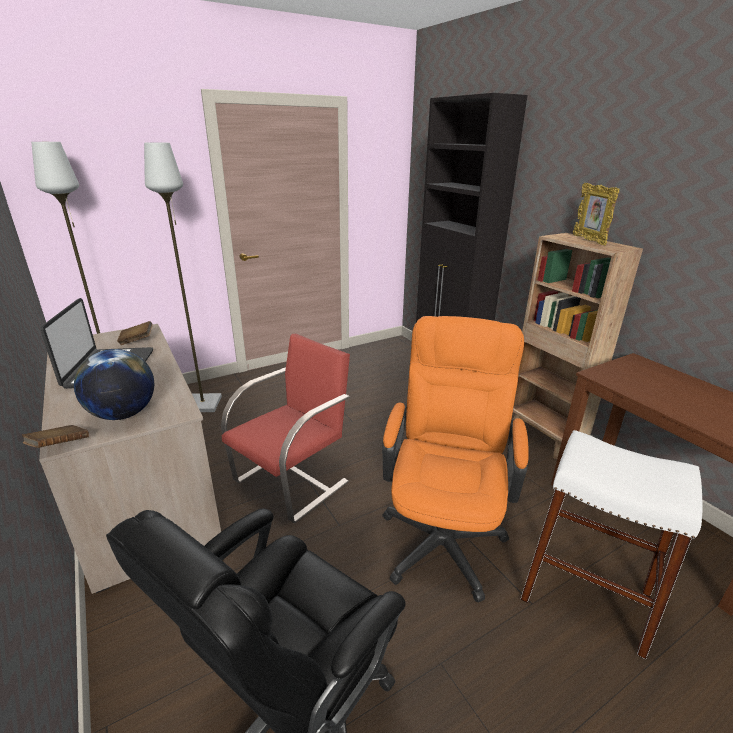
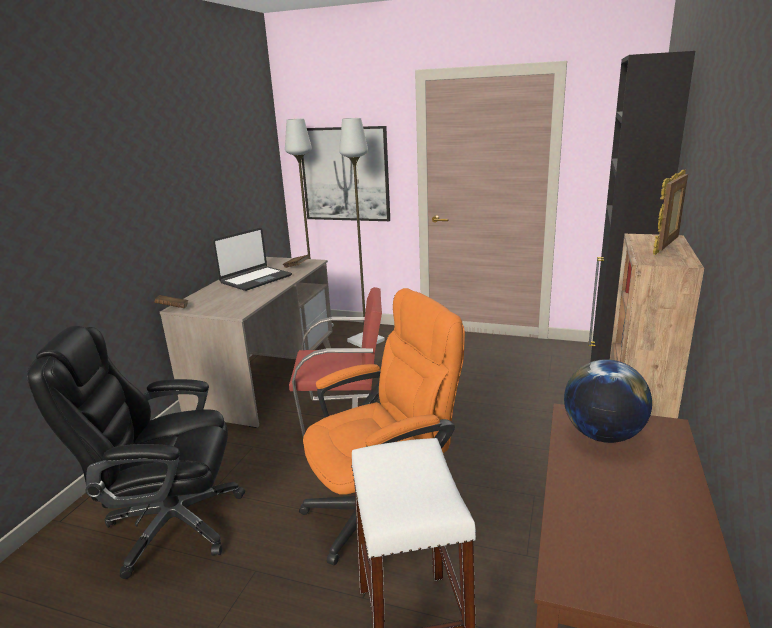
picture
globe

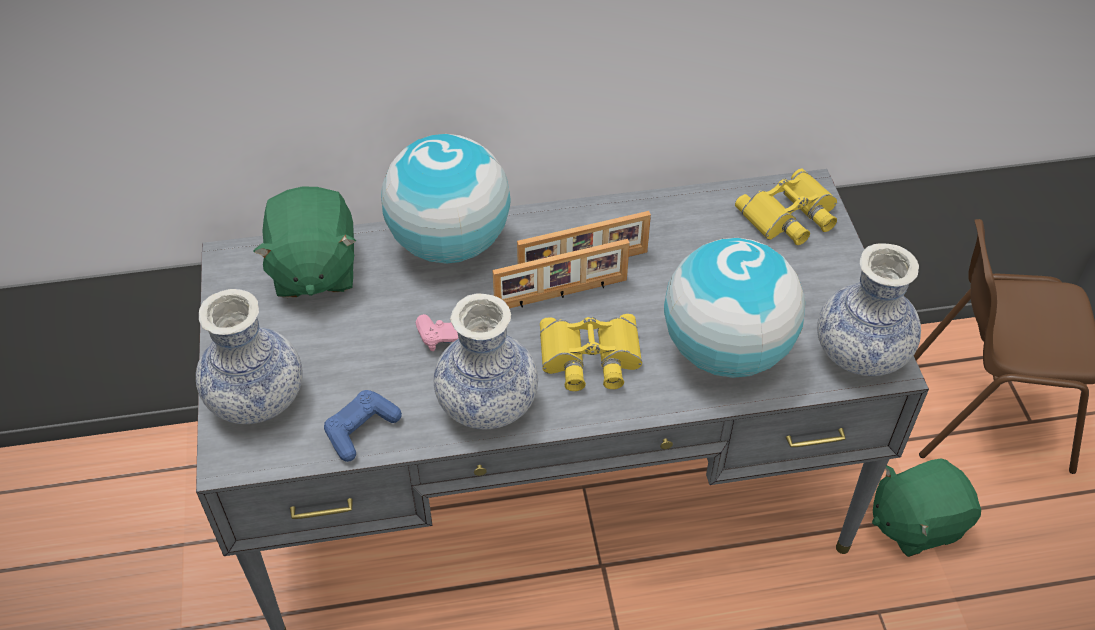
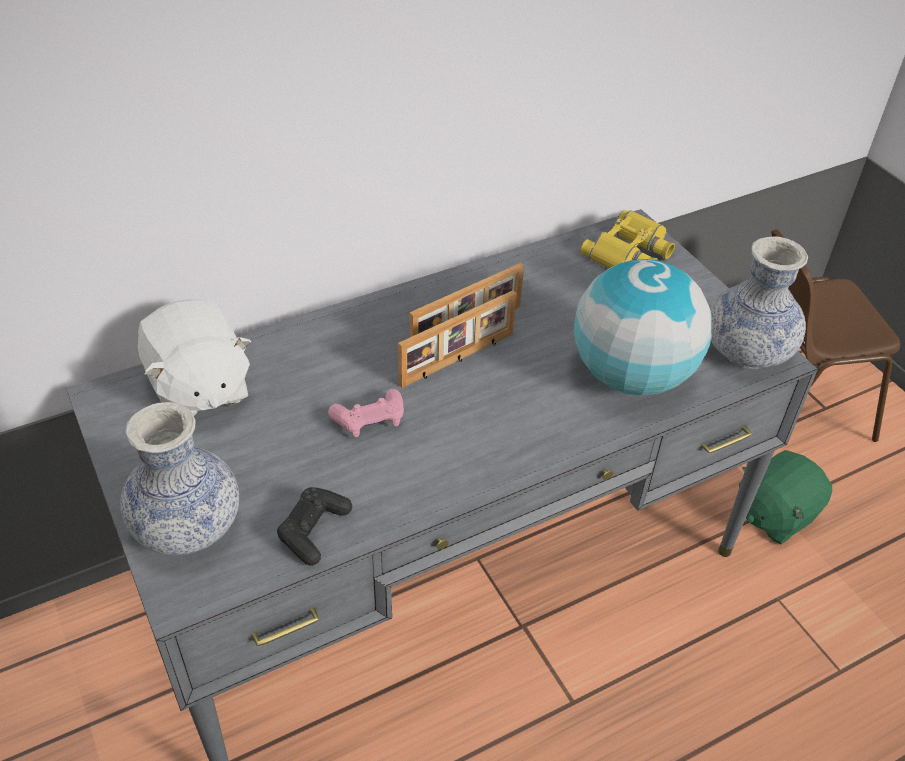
globe (1st from left in the first image)
vase (2nd from left in the first image)
binoculars (yellow) (1st from left in the first image)
plush toy (white)
game controller (black)

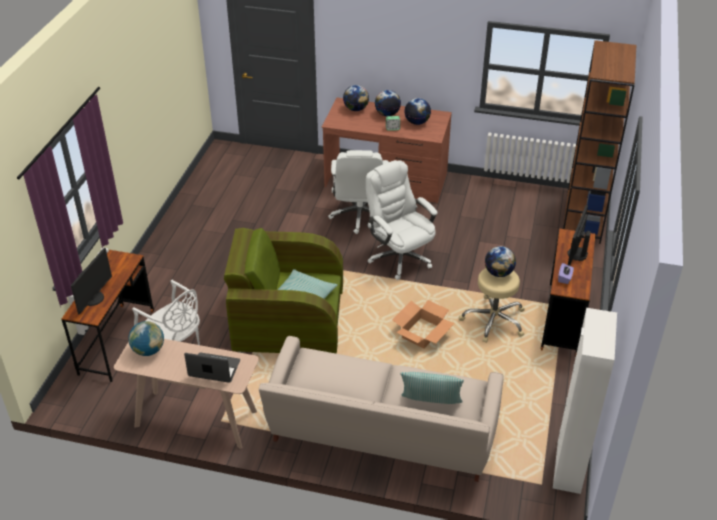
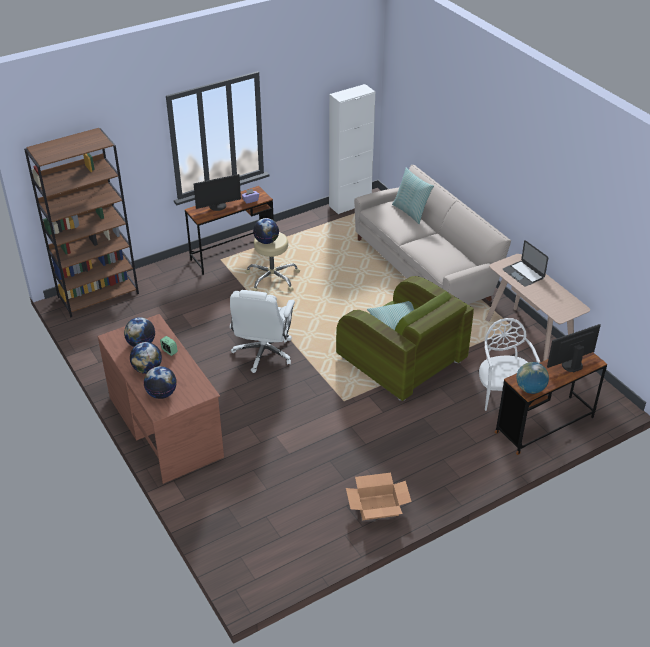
office chair (white) (1st from left in the first image)
globe (5th from left)
cardboard box

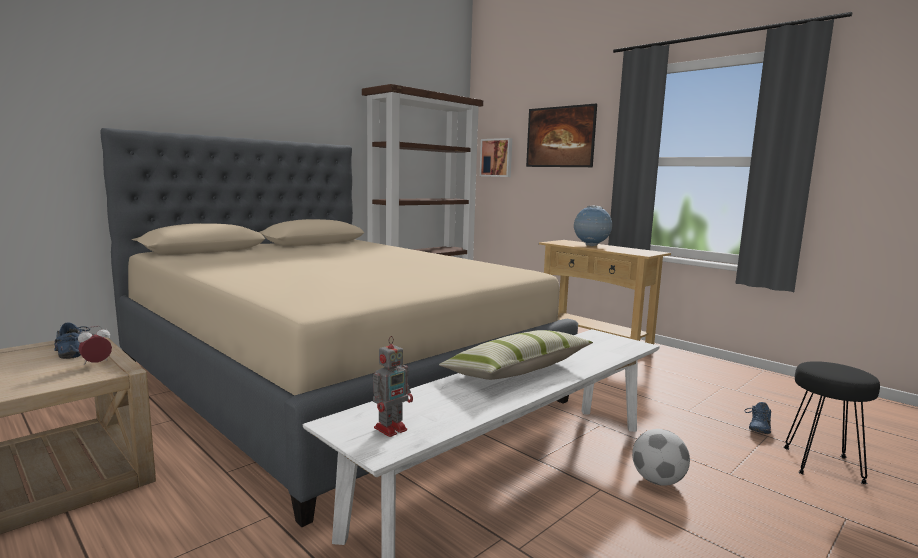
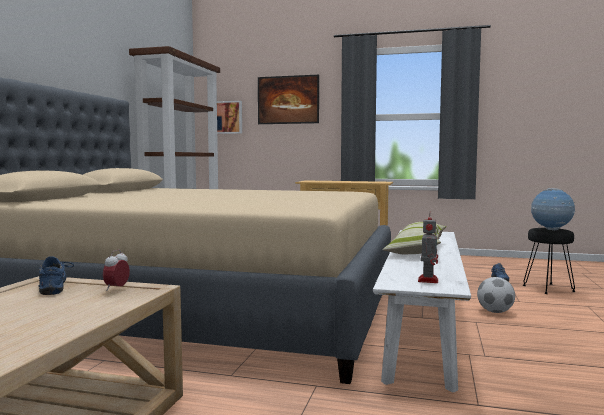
globe
shoe (blue) (1st from left)

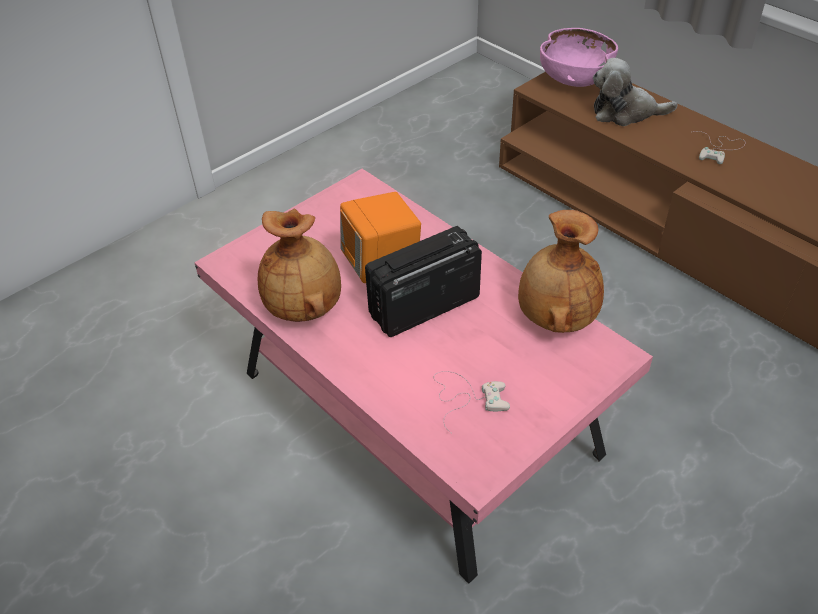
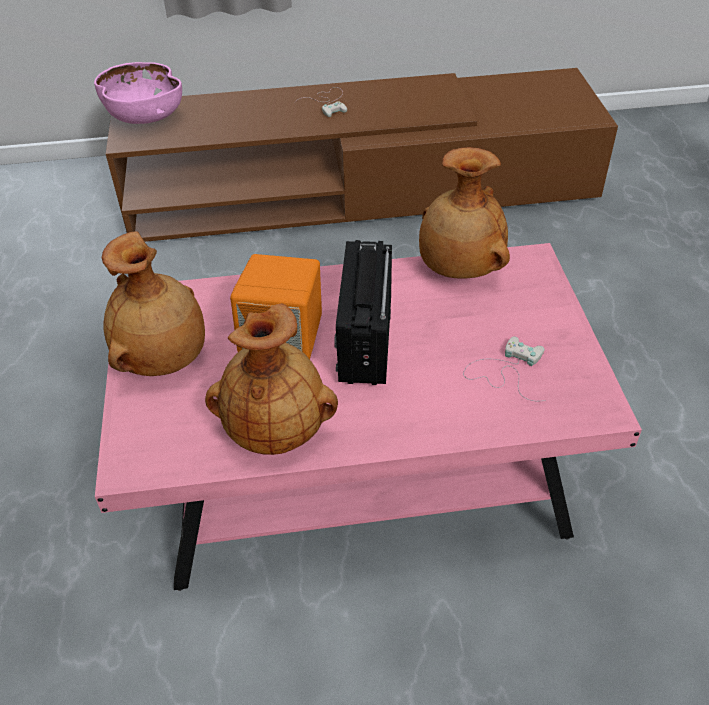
plush toy
vase (brown) (1st from left)

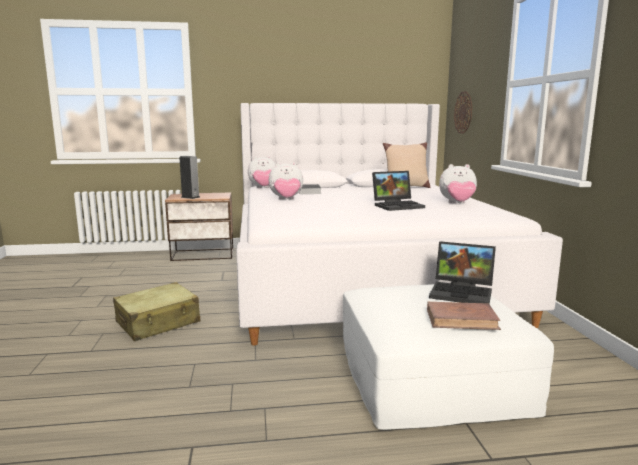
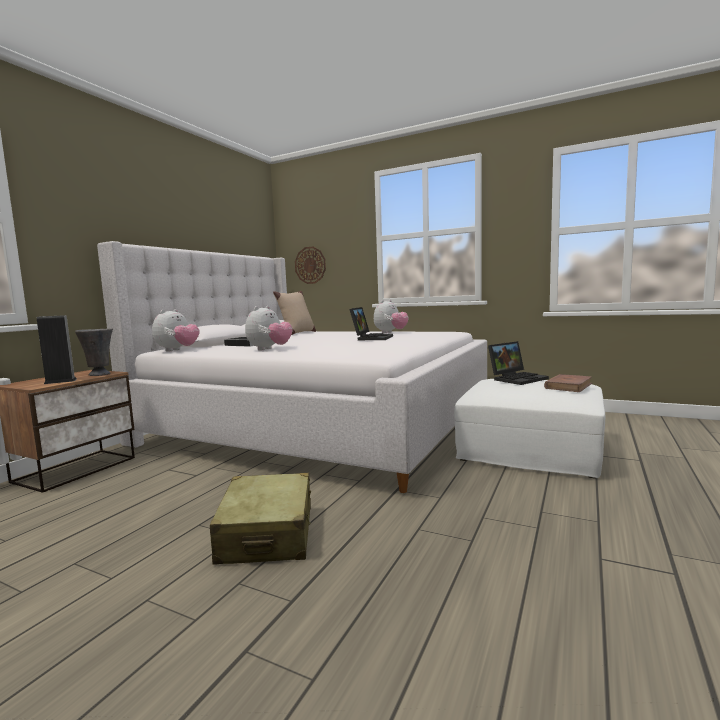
vase (grey)

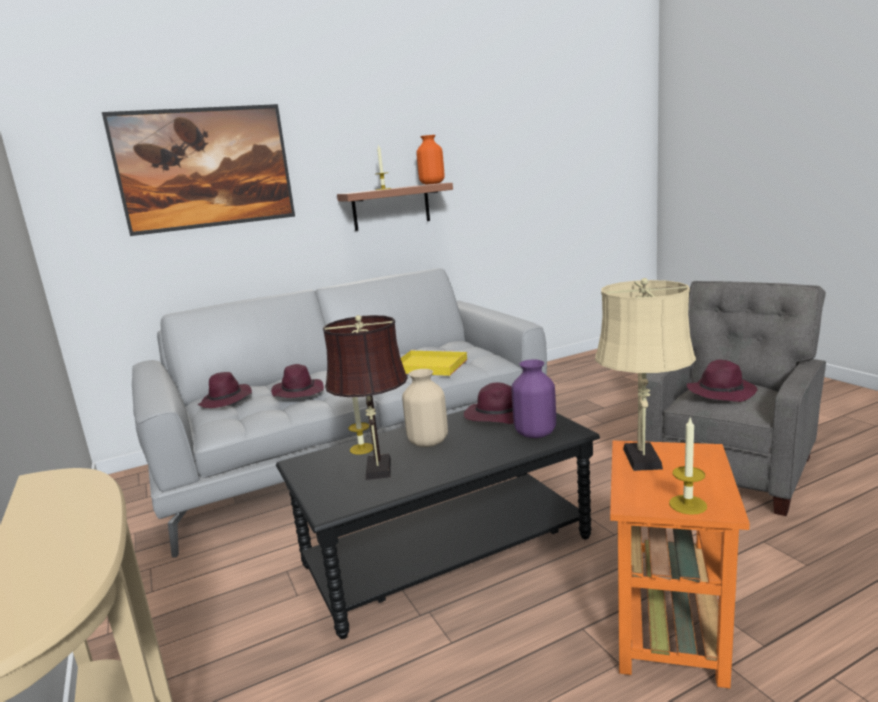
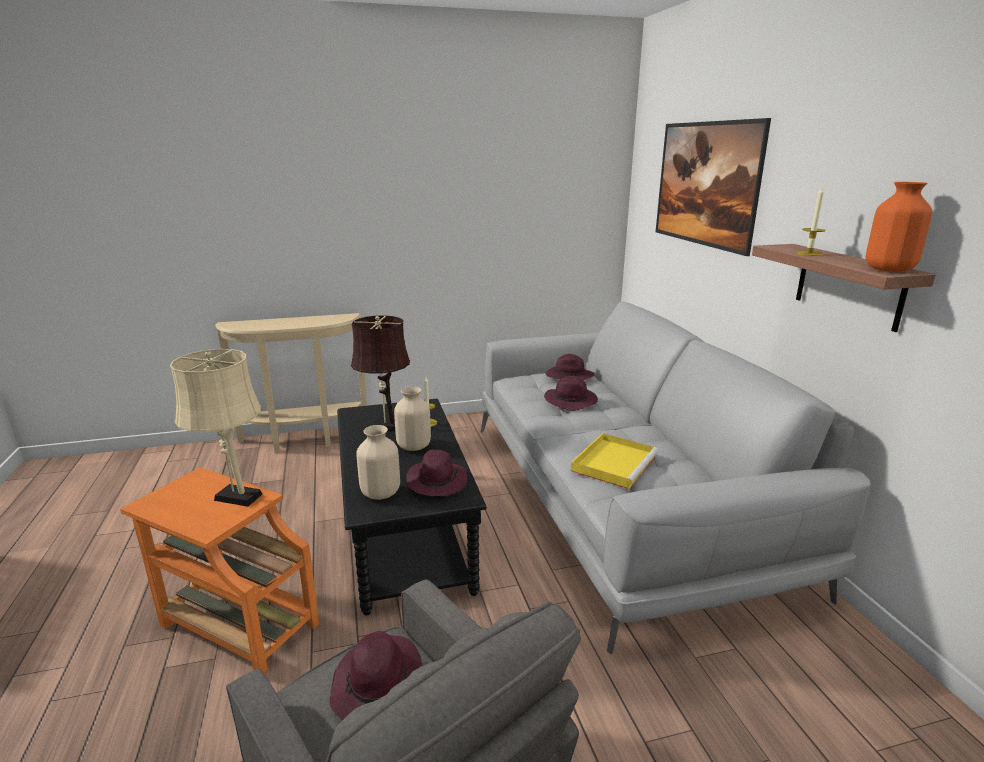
candle (3rd from left in the first image)
vase (beige) (1st from left)

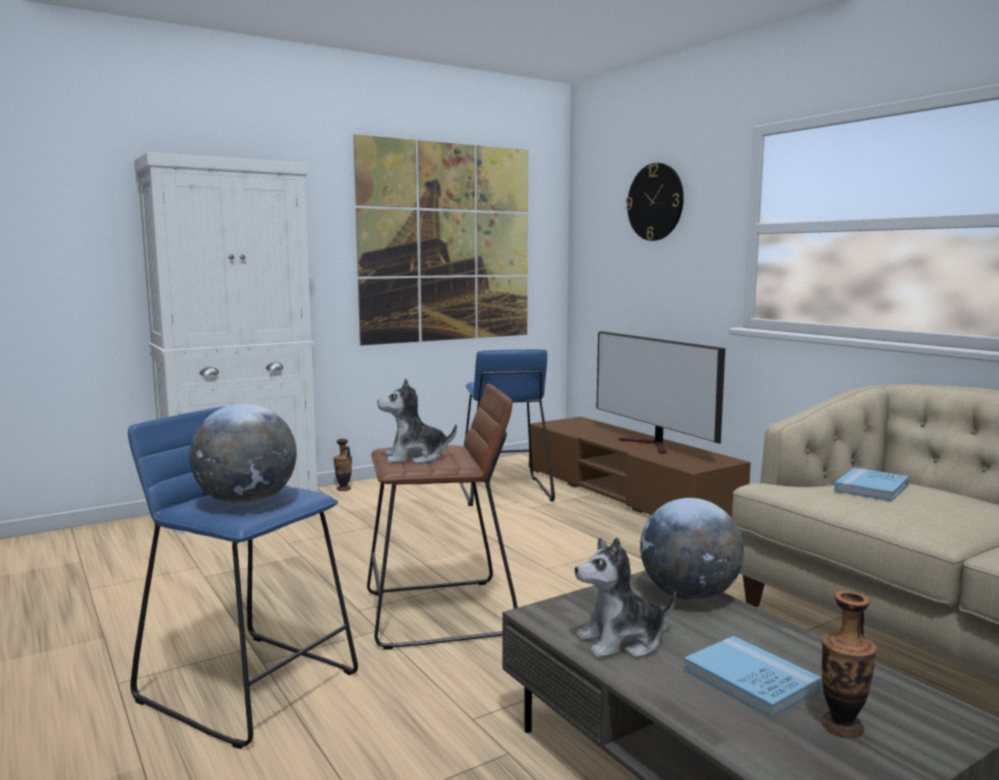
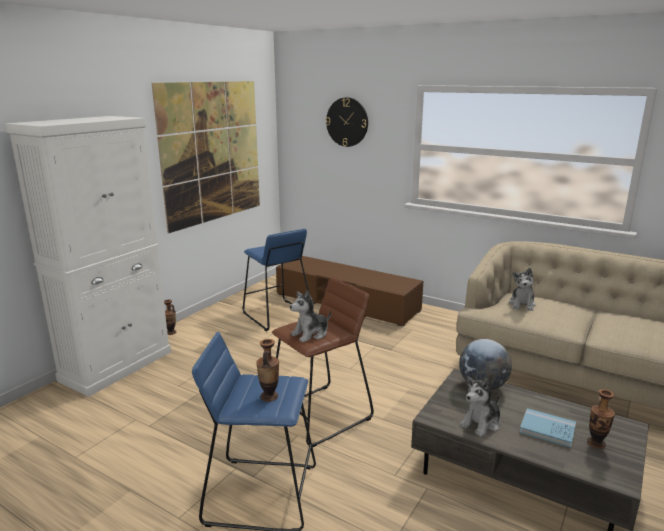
television
vase (2nd from left)
plush toy (3rd from left)

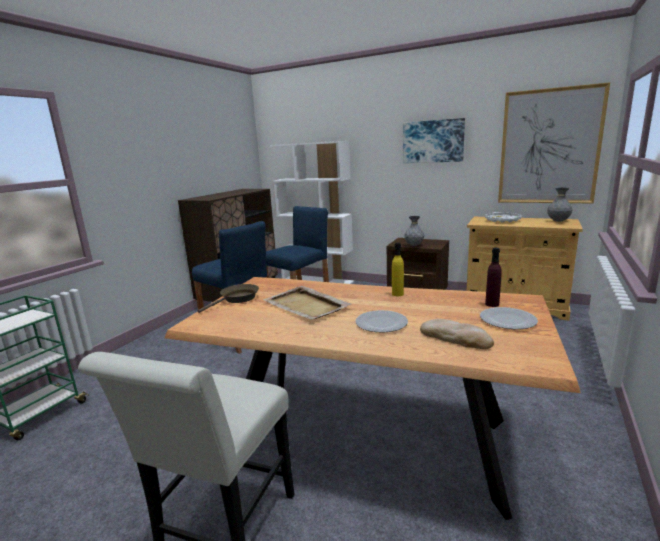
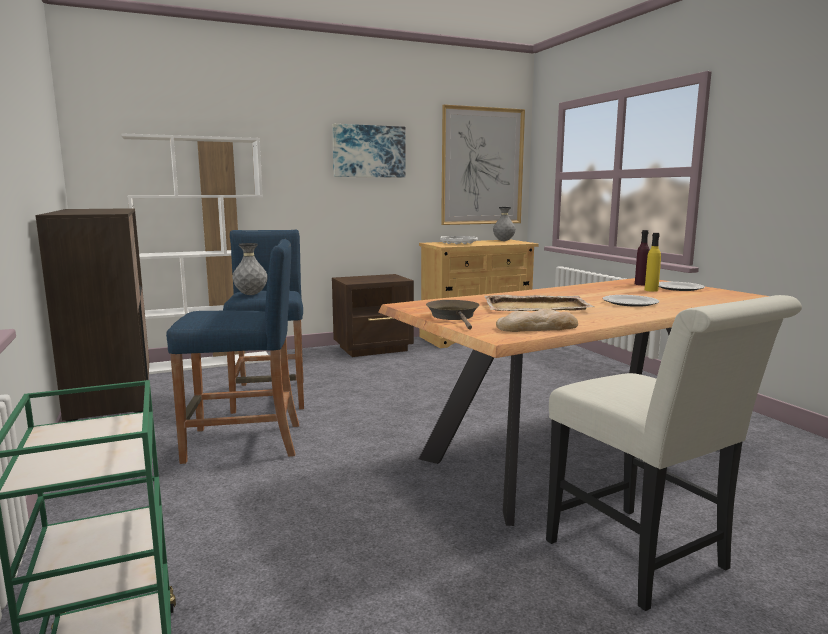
bottle (yellow)
vase (grey) (1st from left)
bread

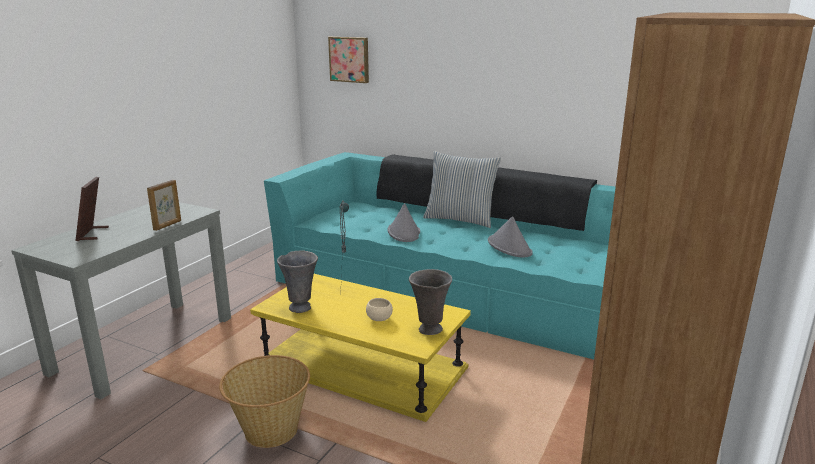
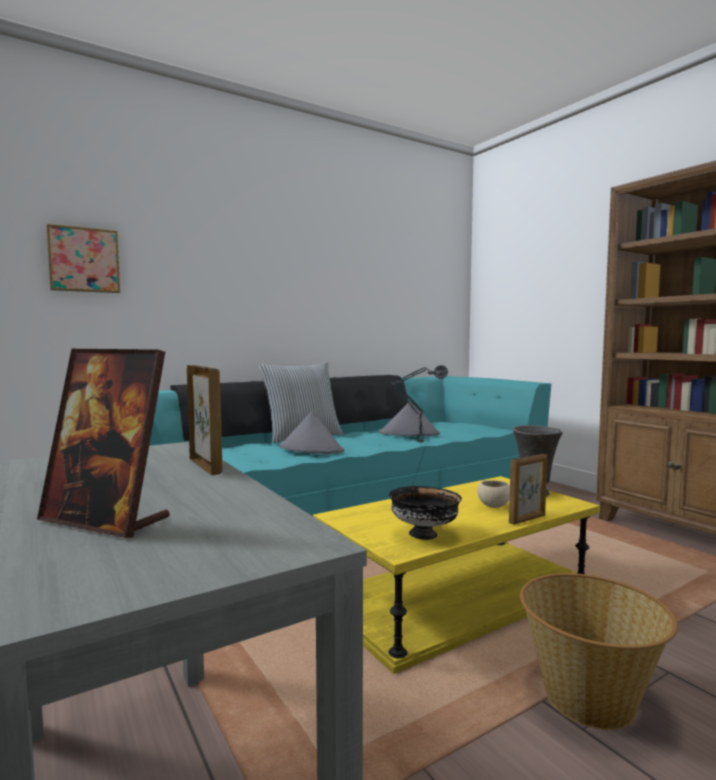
picture frame (3rd from left)
bowl (black)

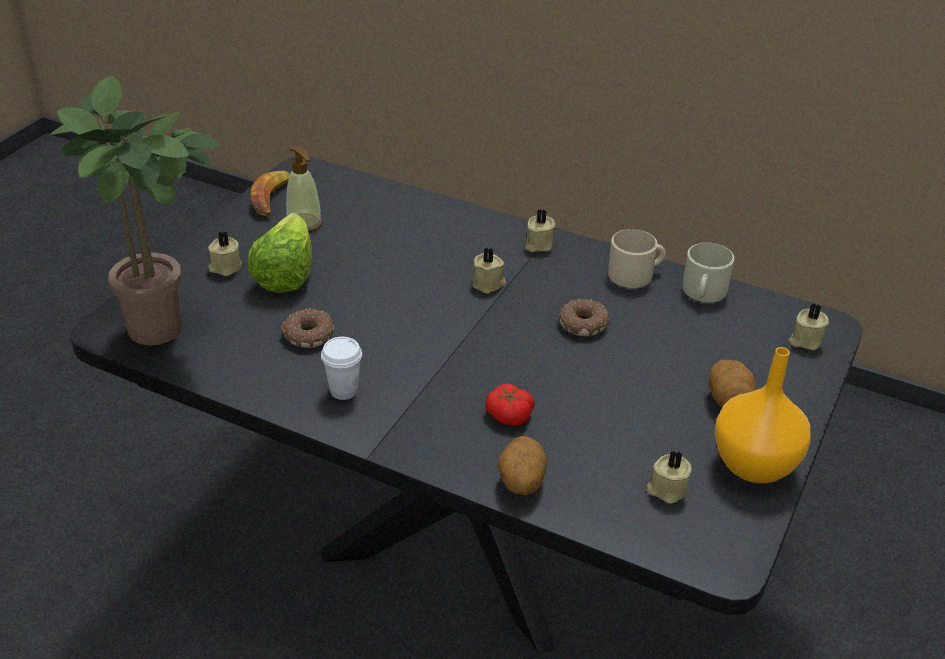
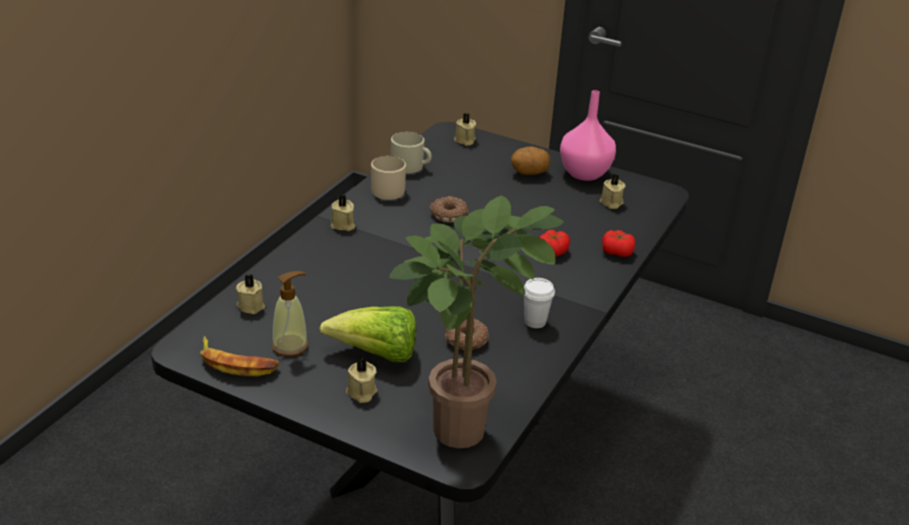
candle (beige) (1st from left)
tomato (2nd from left)
vase (pink)

